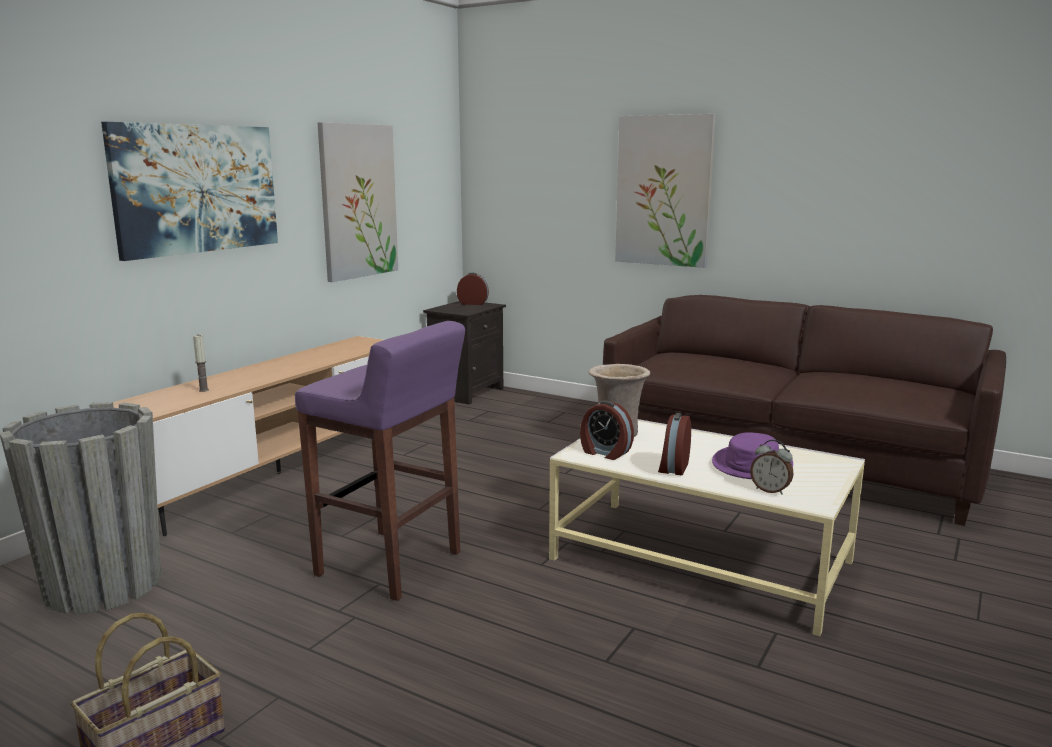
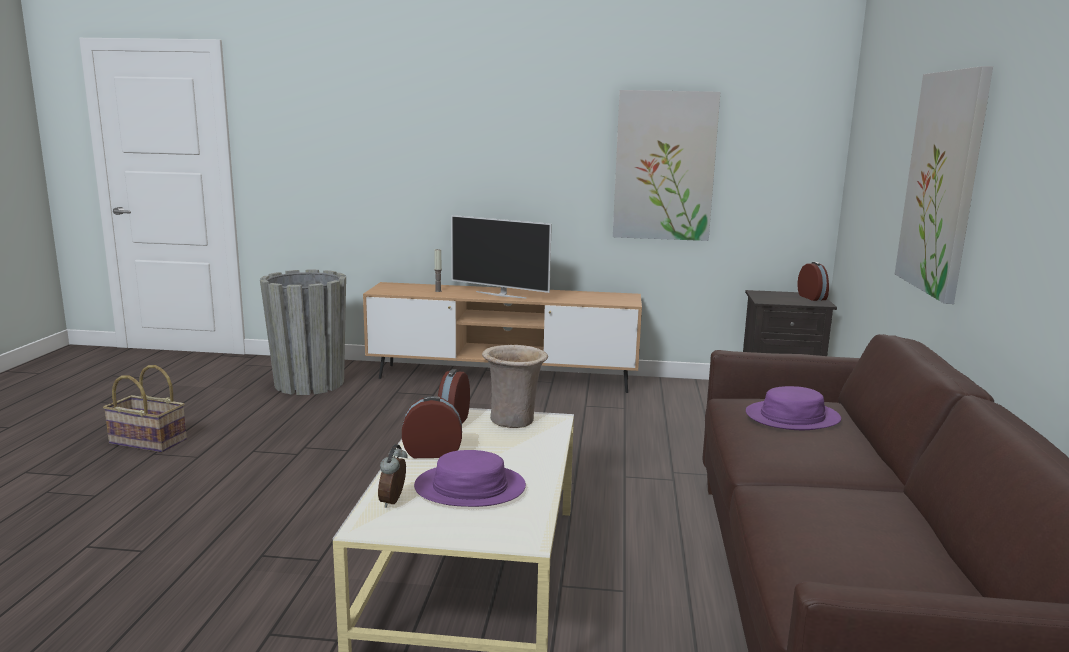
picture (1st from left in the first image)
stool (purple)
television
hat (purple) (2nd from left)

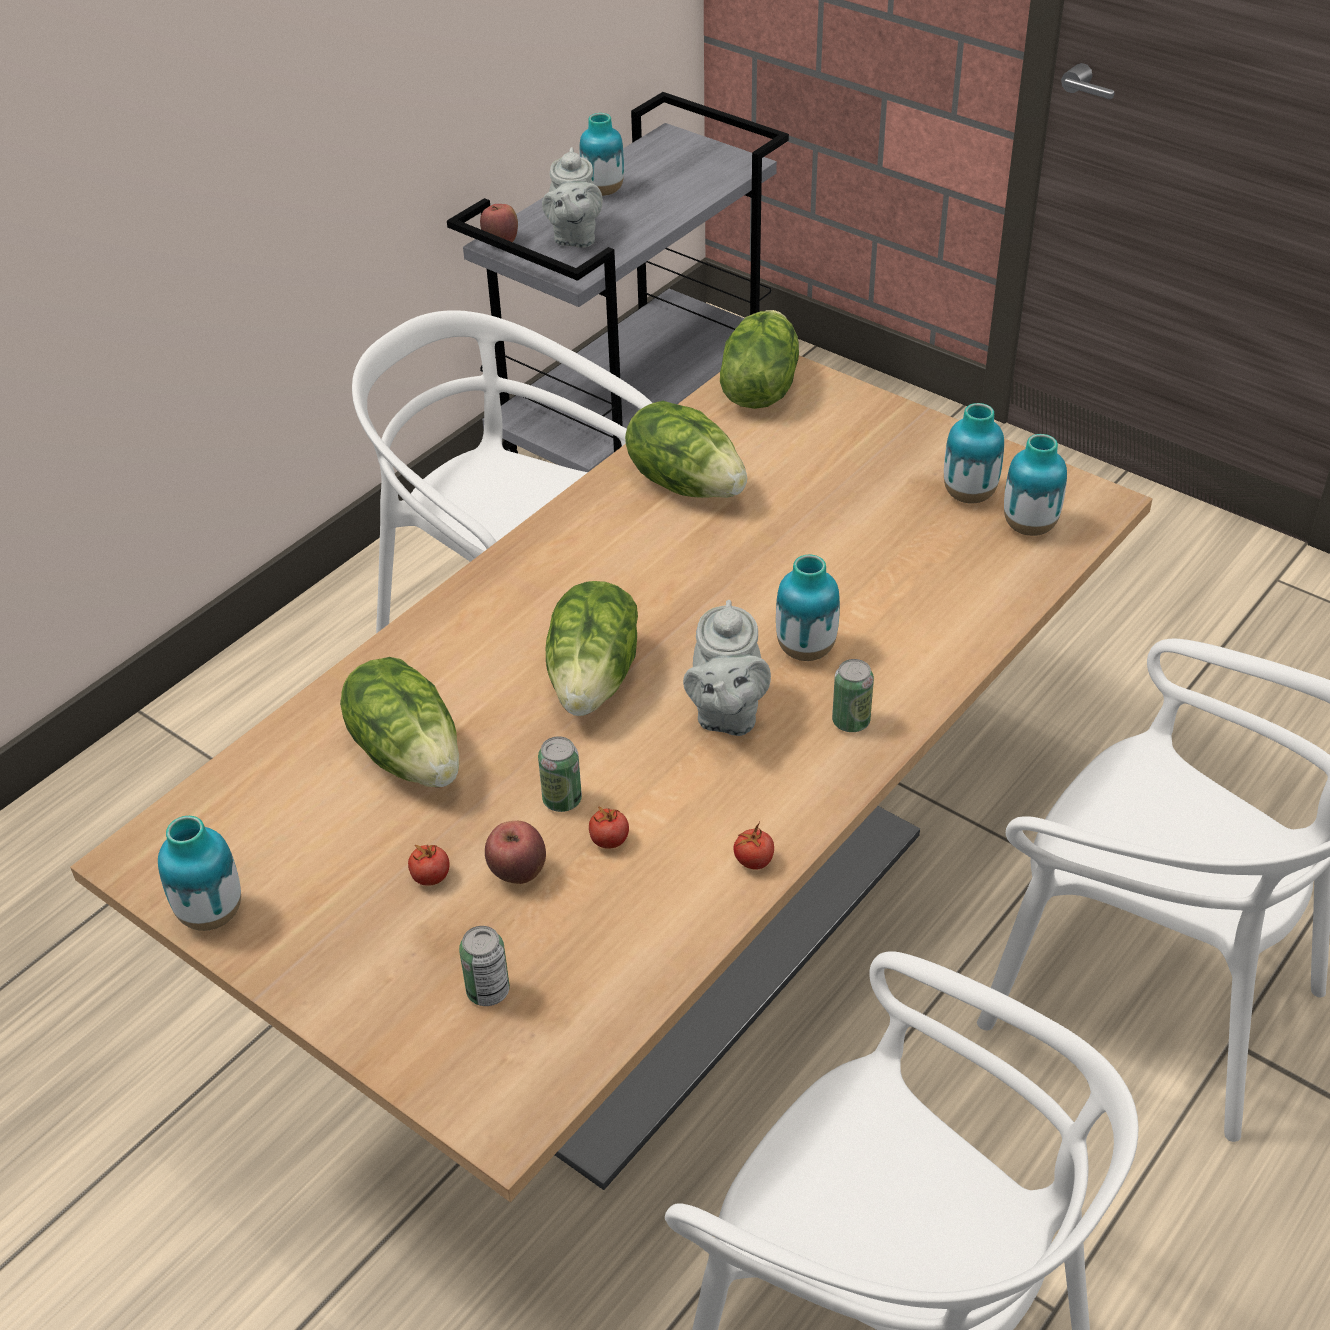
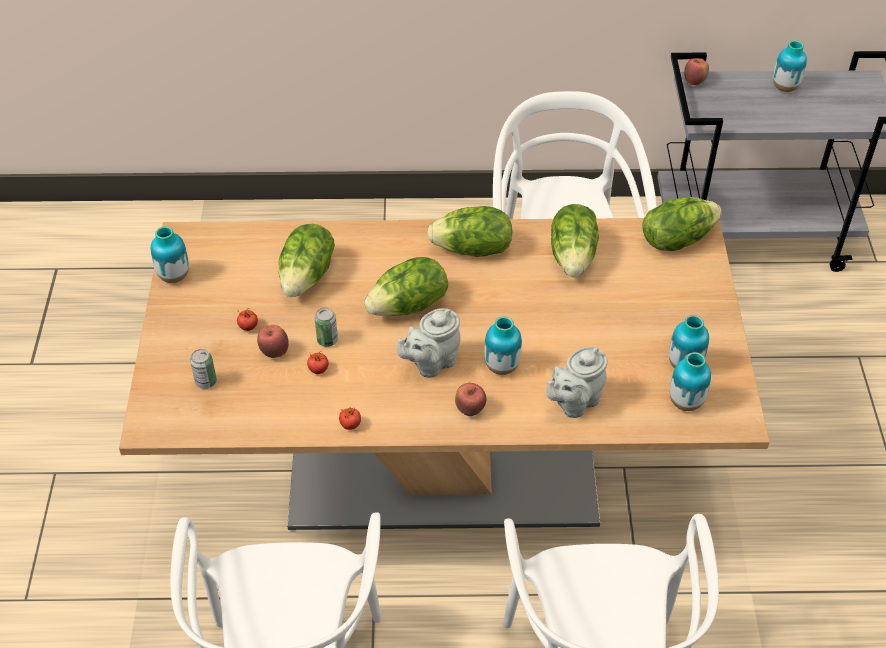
lettuce (3rd from left)
teapot (grey) (2nd from left)
apple (2nd from left)

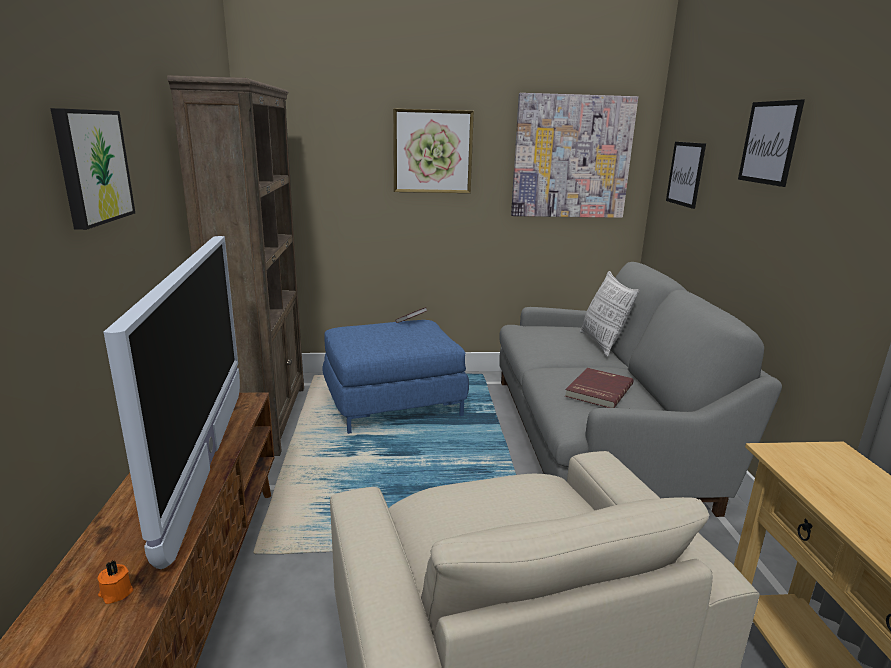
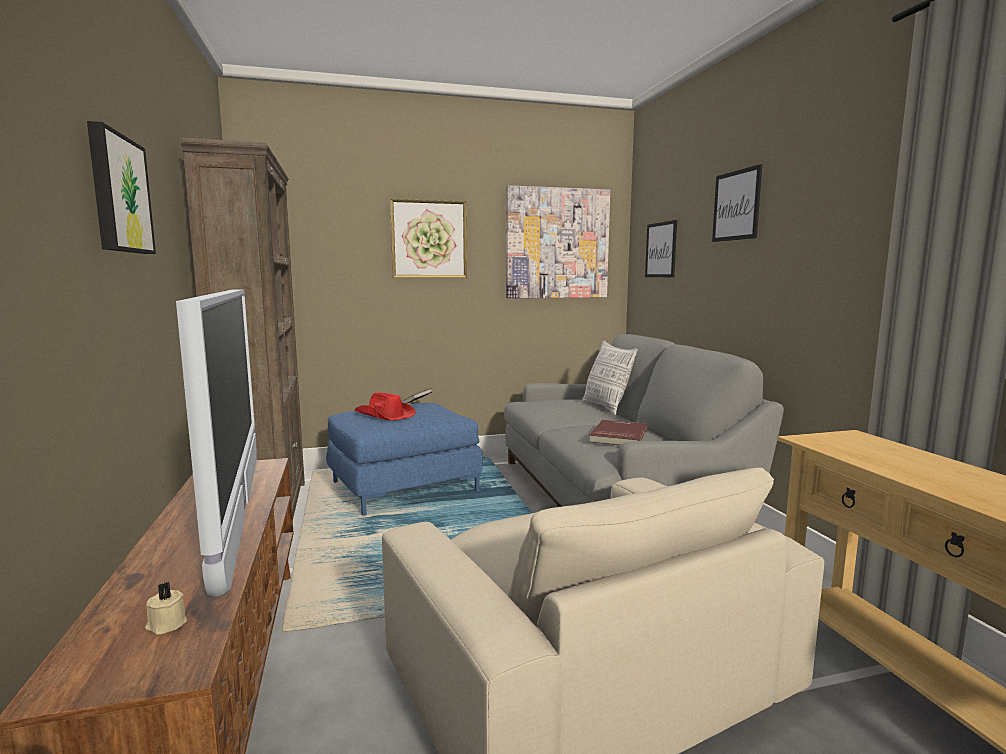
hat (red)
candle (beige)

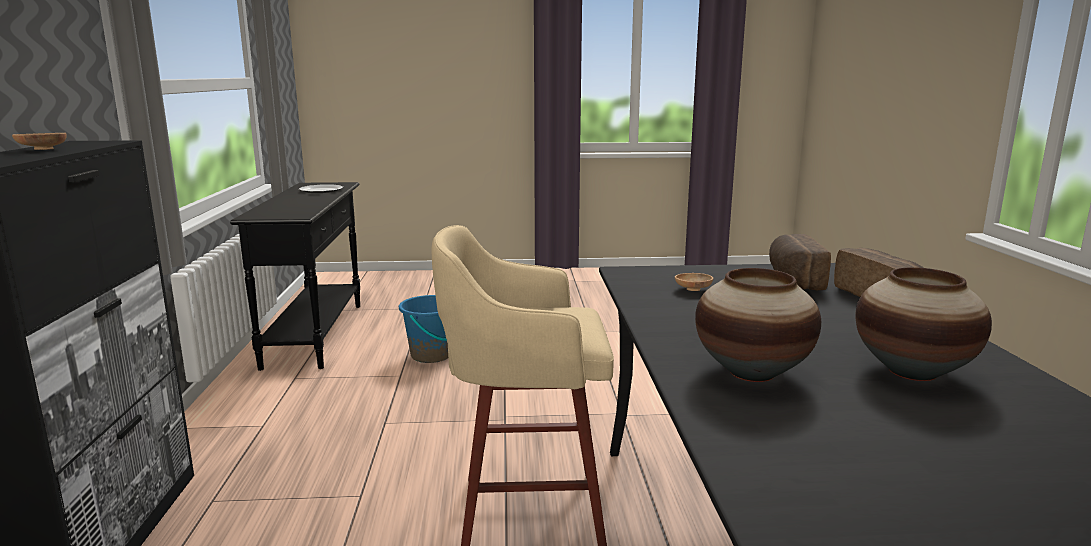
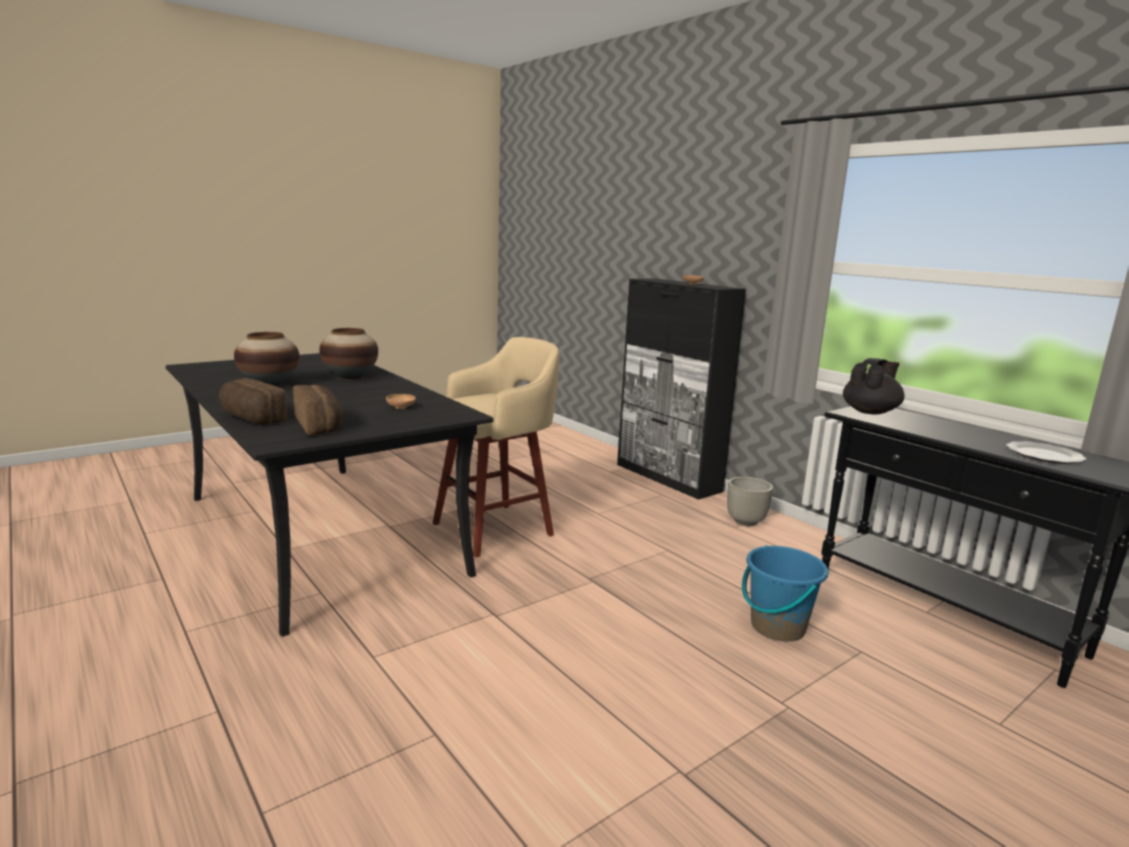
planter (grey)
teapot (black)

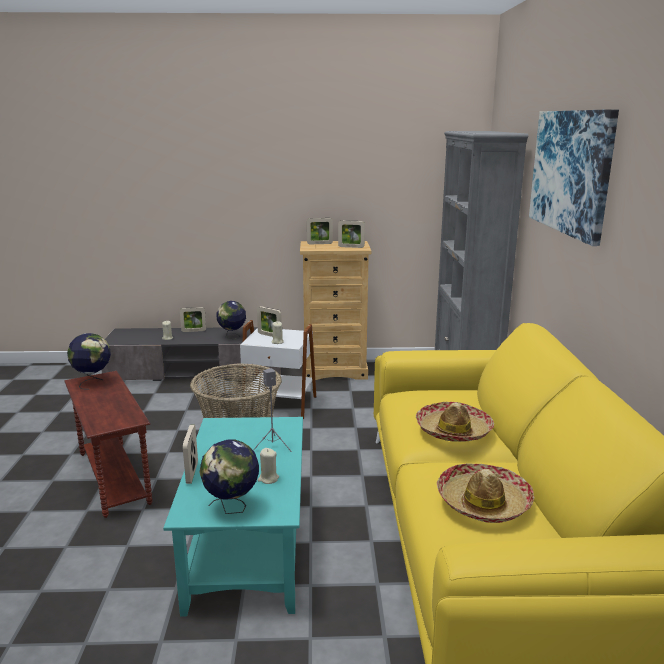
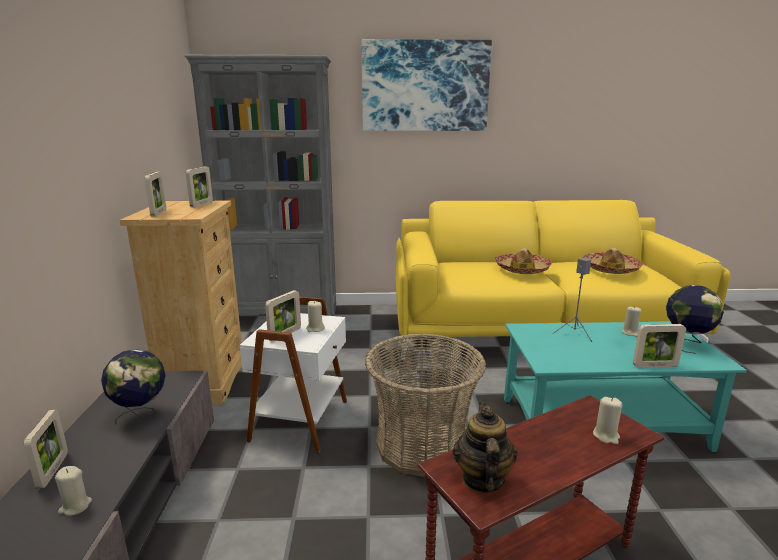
candle (beige) (3rd from left)
teapot

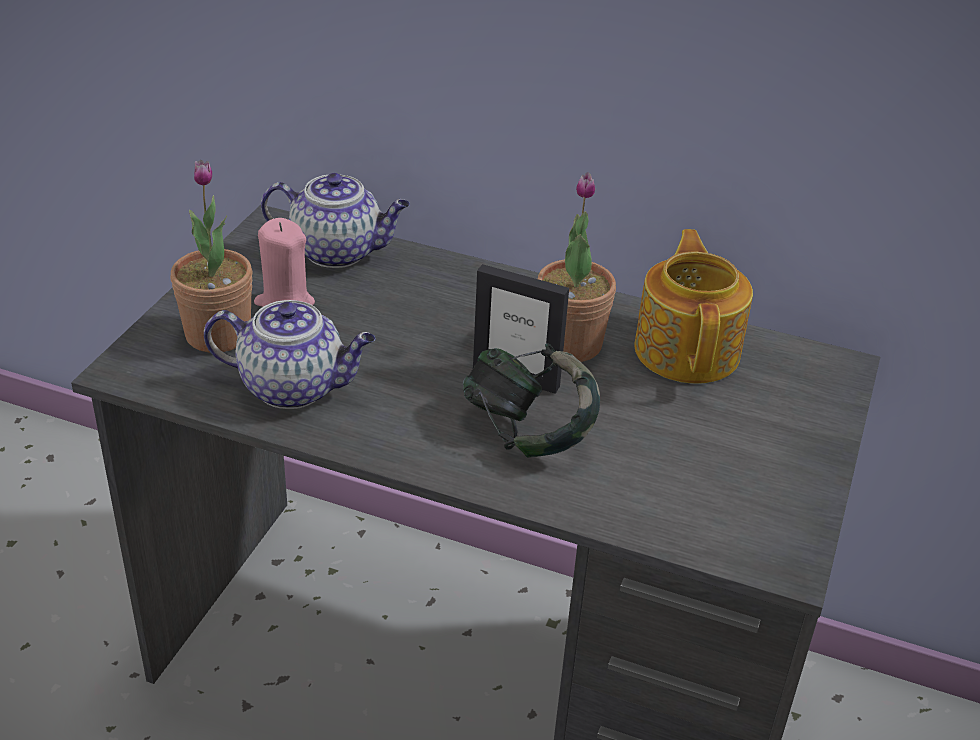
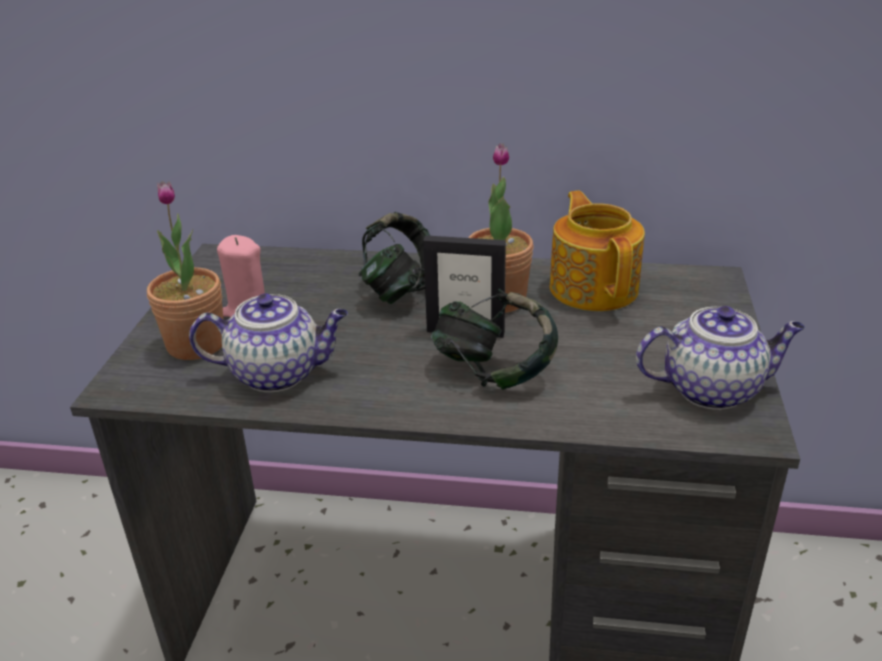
headphones (1st from left)
teapot (3rd from left)

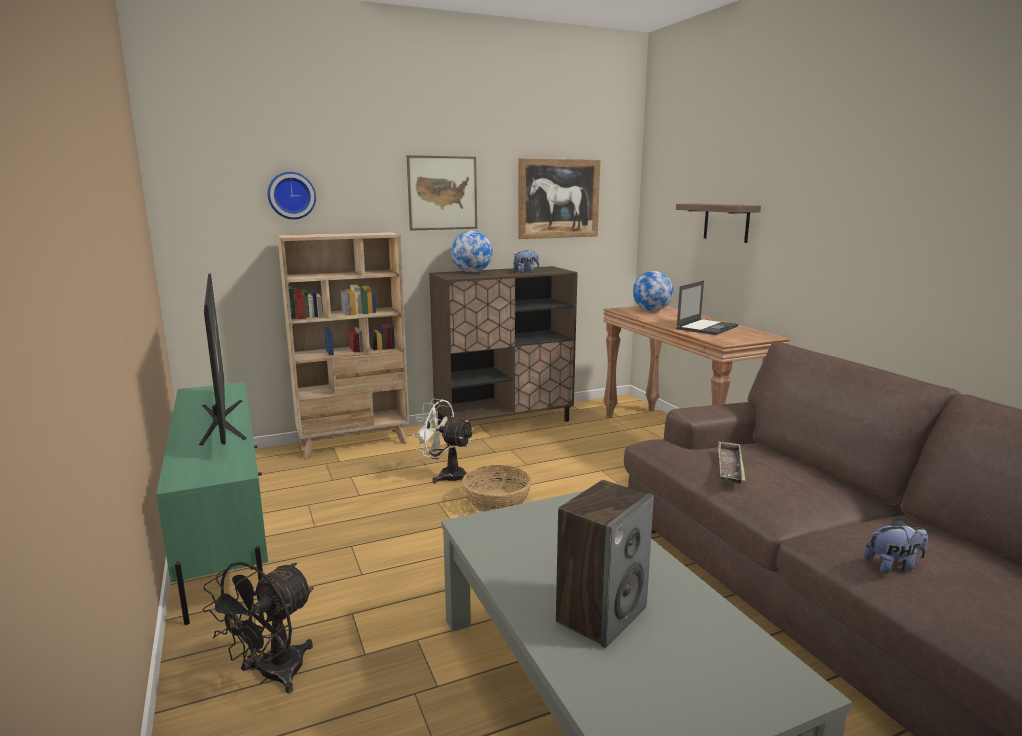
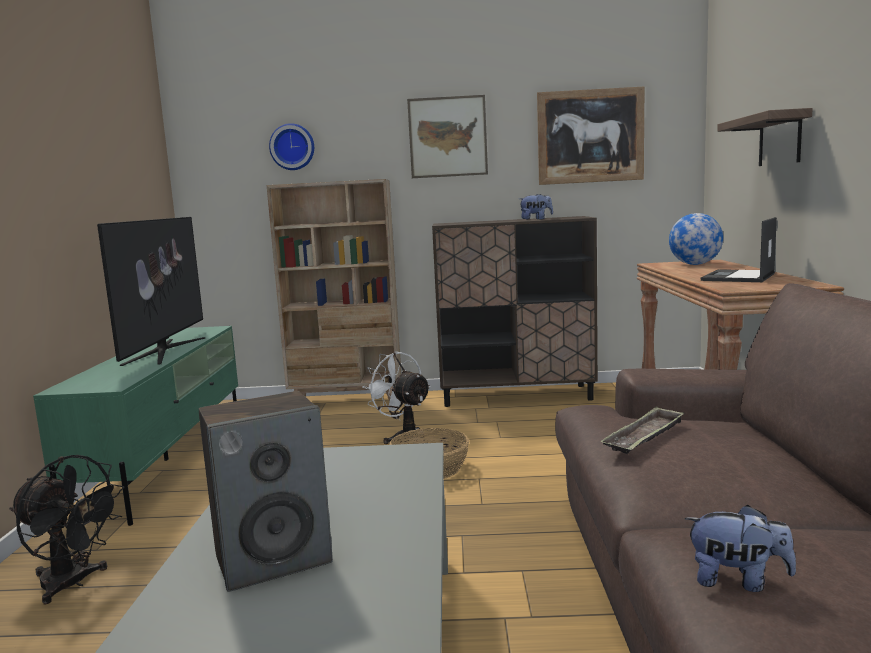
globe (1st from left in the first image)
fan (black)
laptop

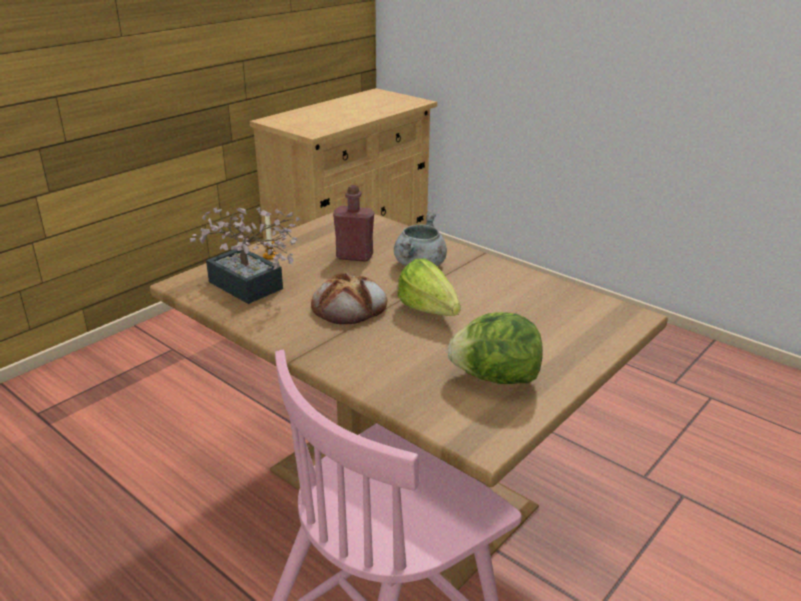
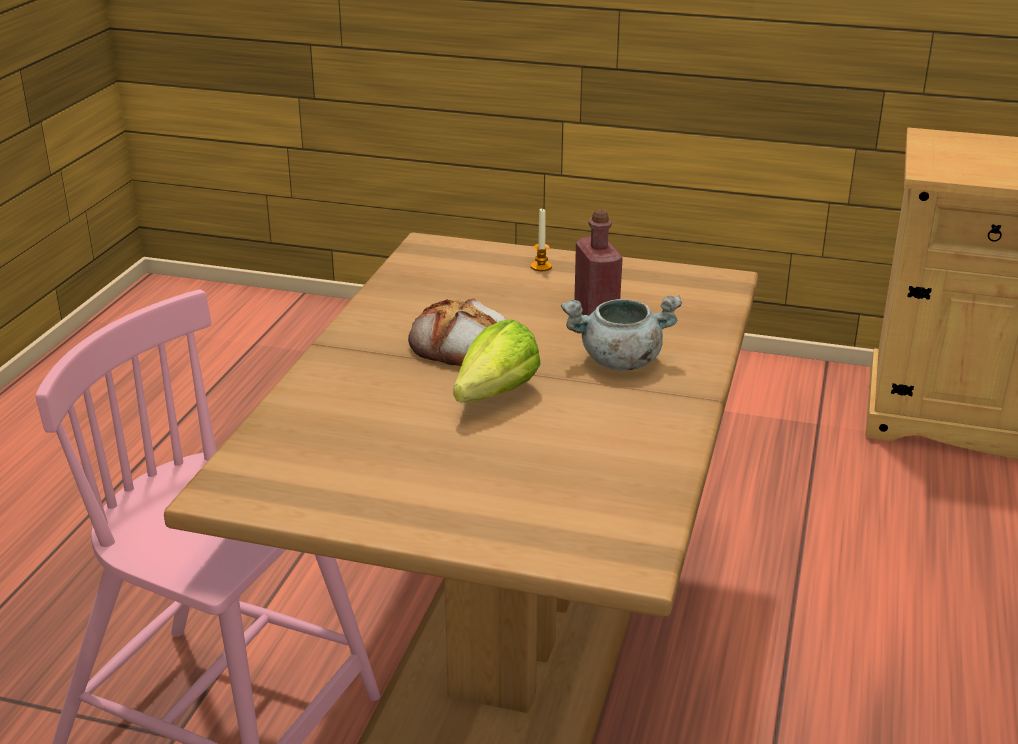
potted plant
lettuce (2nd from left in the first image)

